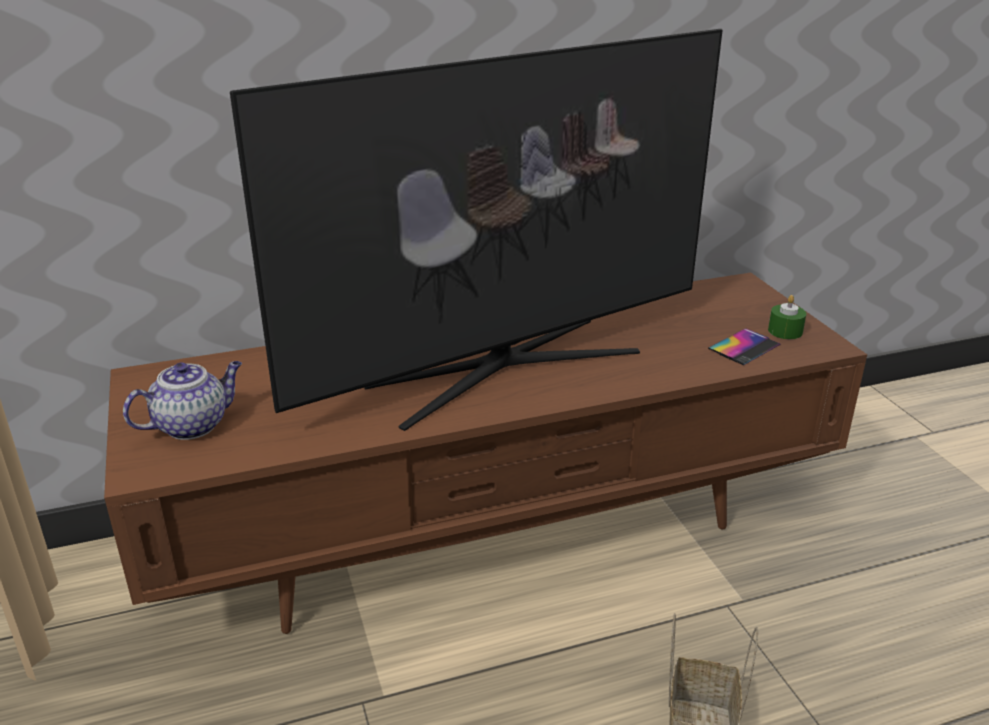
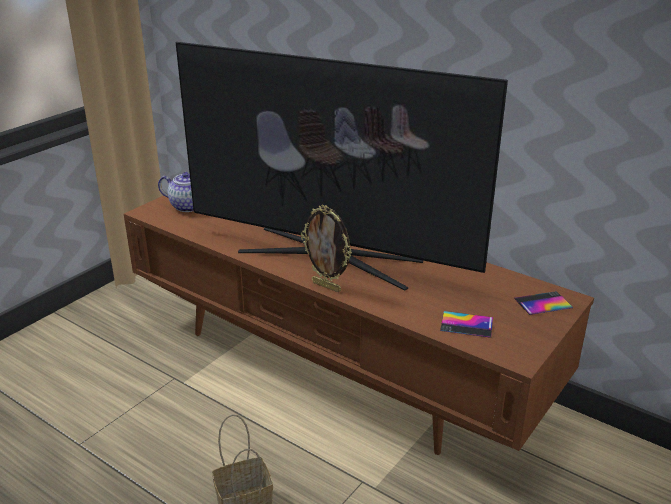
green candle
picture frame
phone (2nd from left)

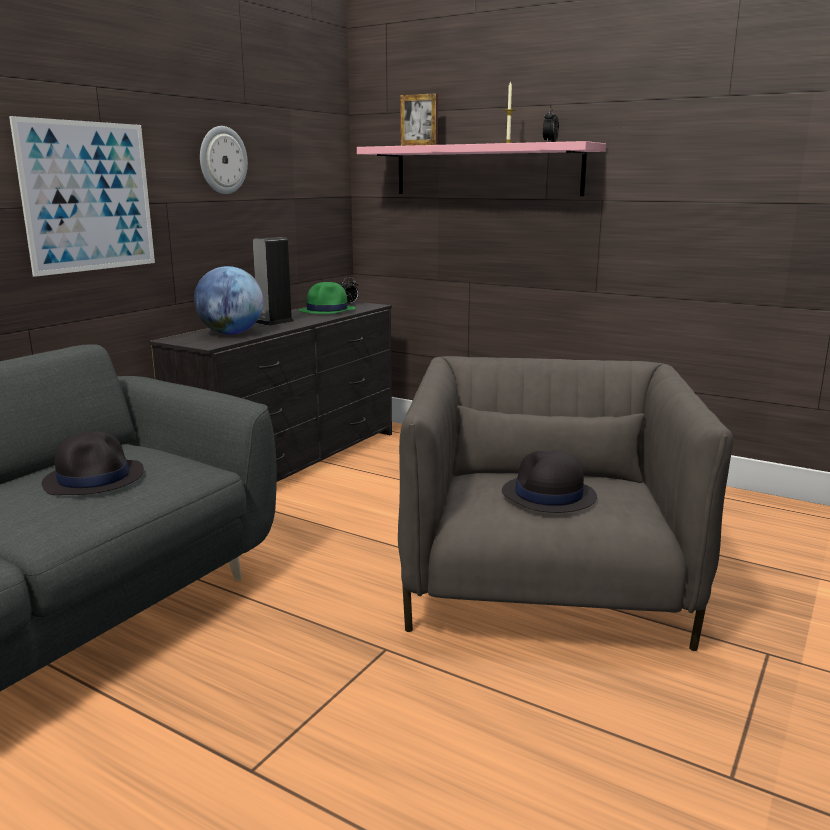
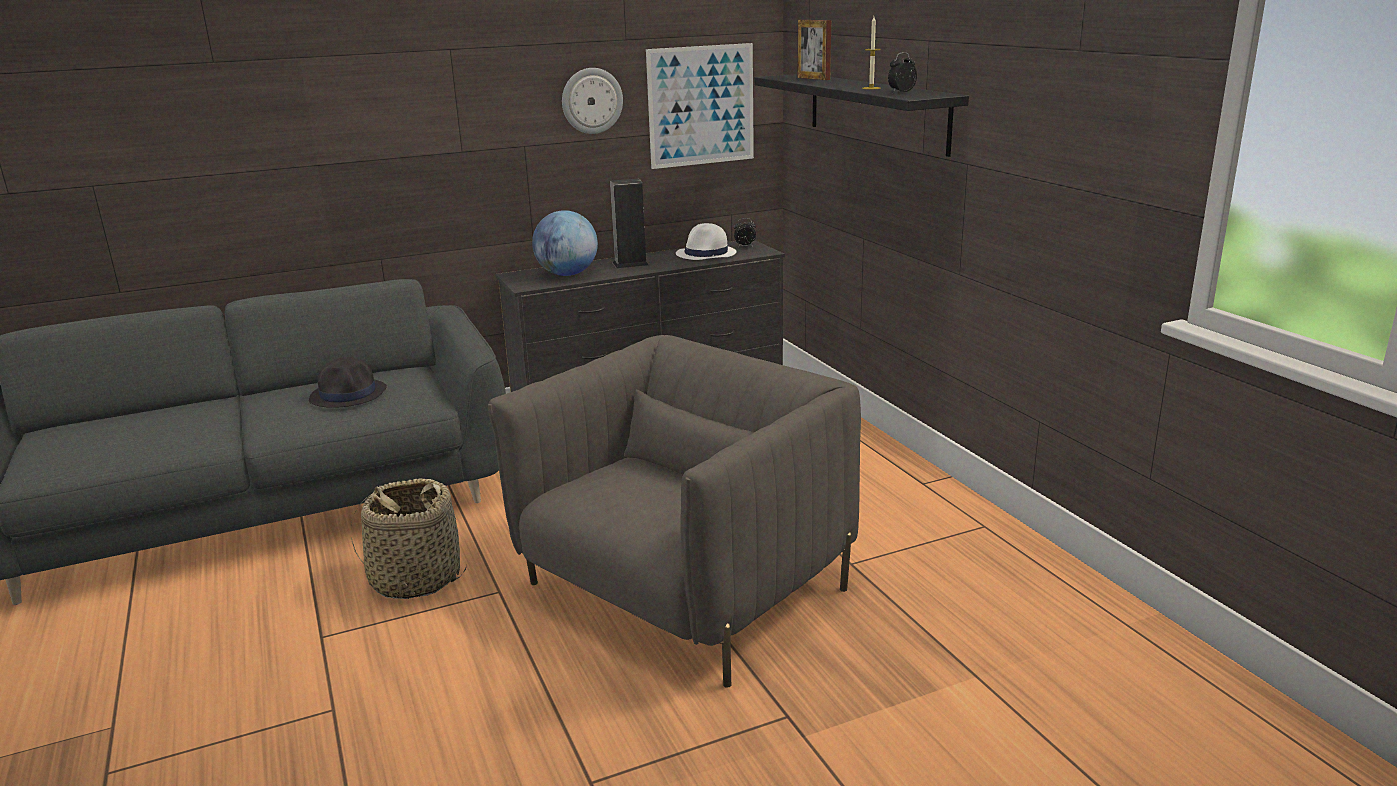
picture
white hat
black shelf
black hat (2nd from left in the first image)
basket

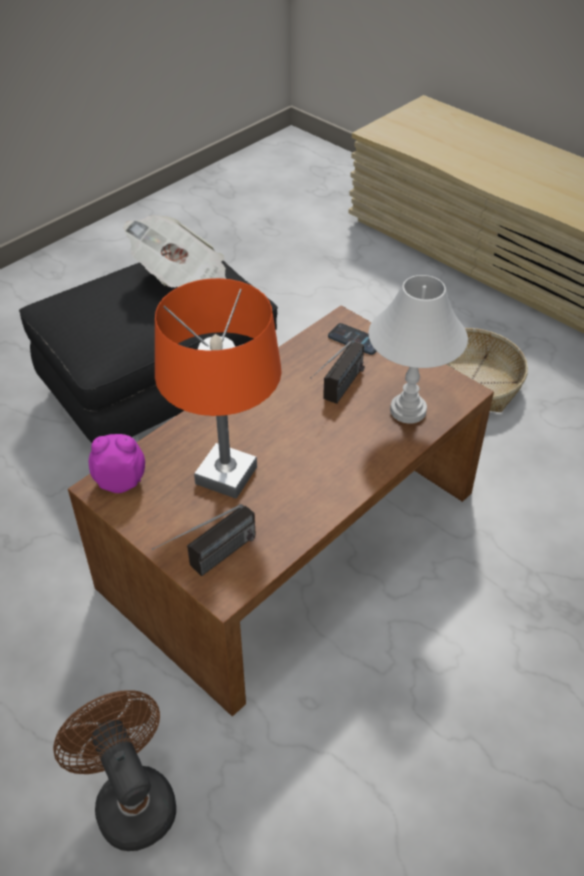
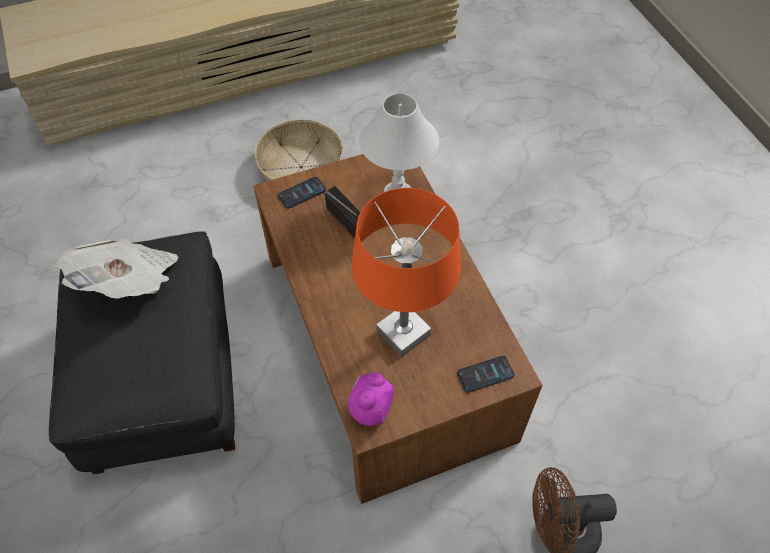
phone (2nd from left)

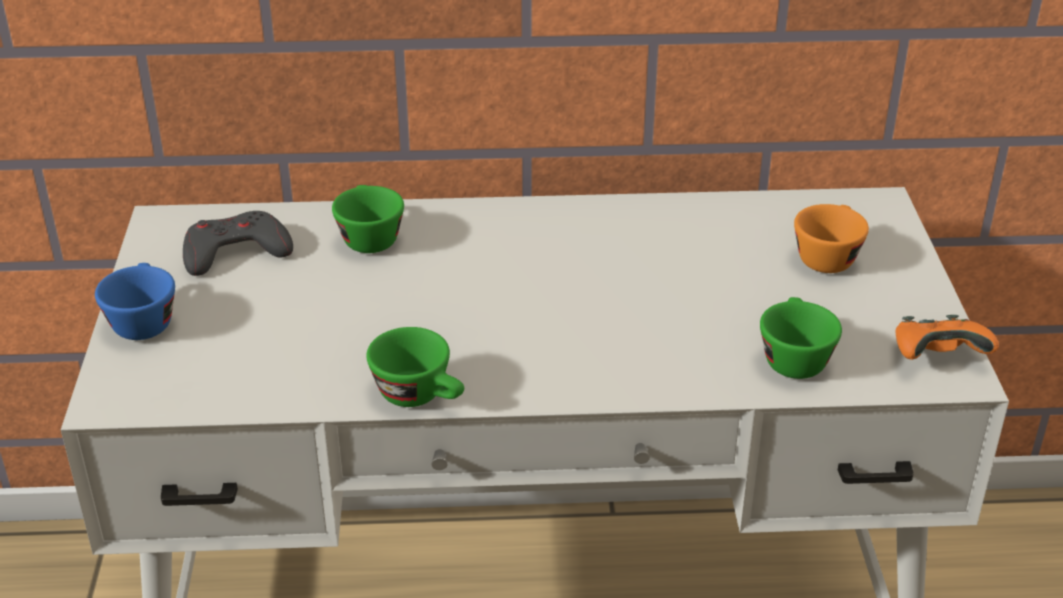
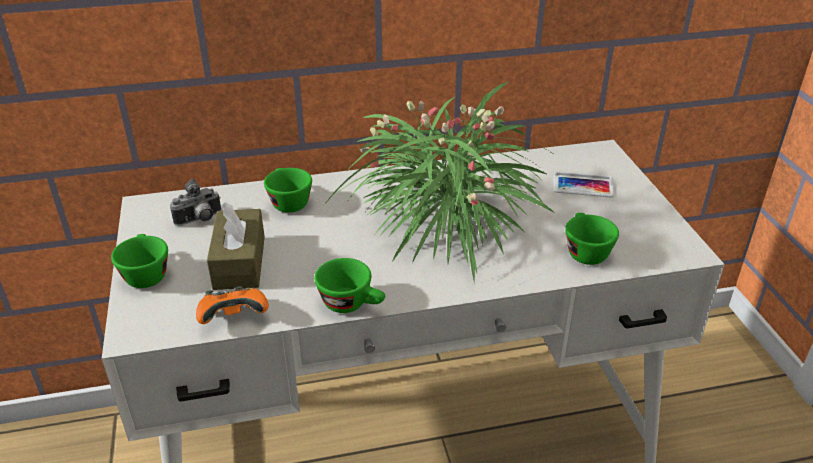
green cup (1st from left)
photo camera
phone
orange game controller
brown tissue box
potted plant

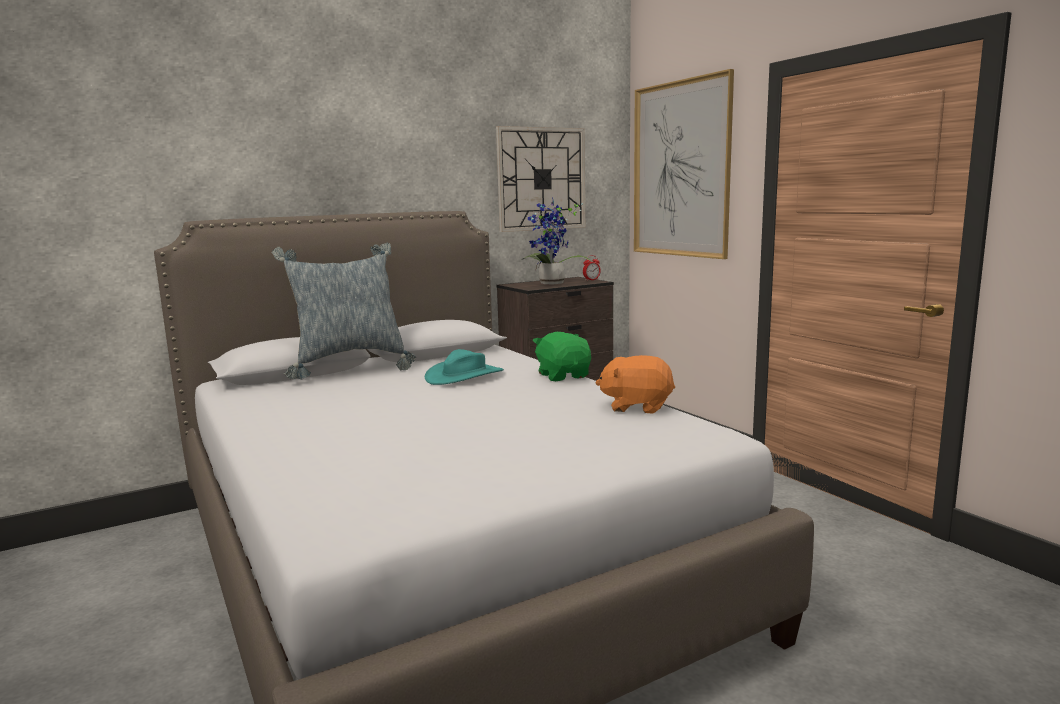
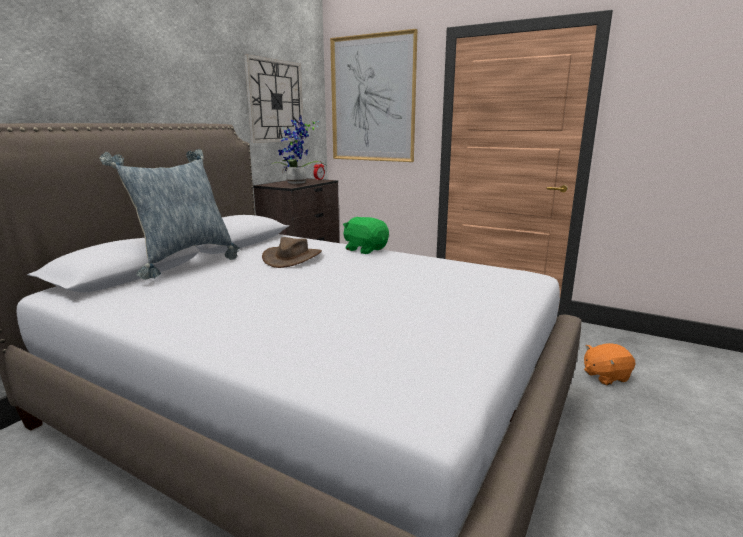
brown hat
orange plush toy

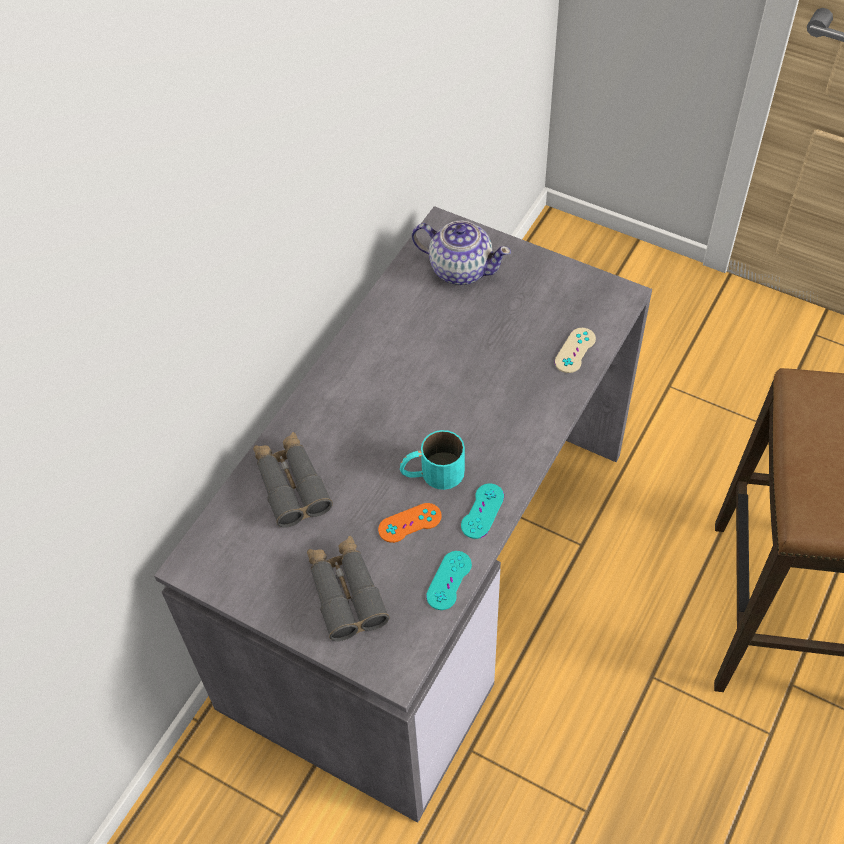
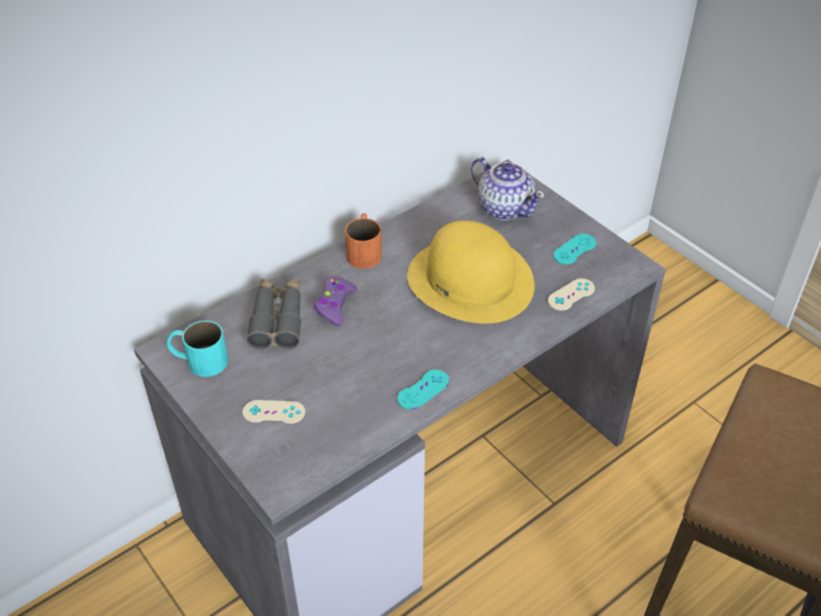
beige game controller (1st from left)
orange game controller
turquoise mug
turquoise game controller (2nd from left)
purple game controller
orange mug
yellow hat

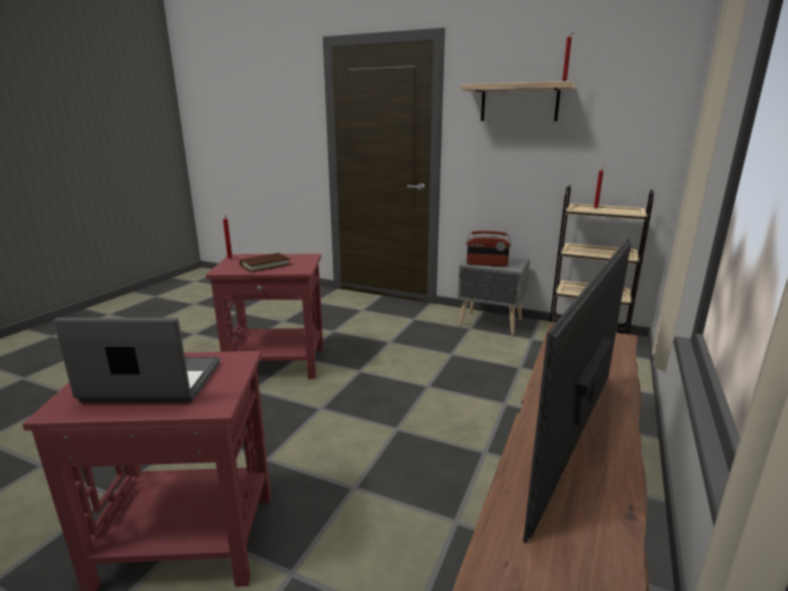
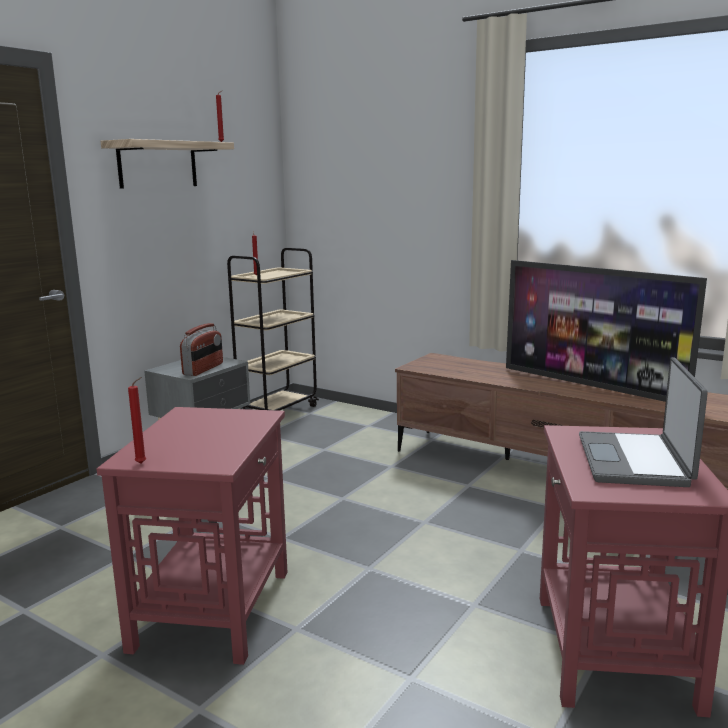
brown book

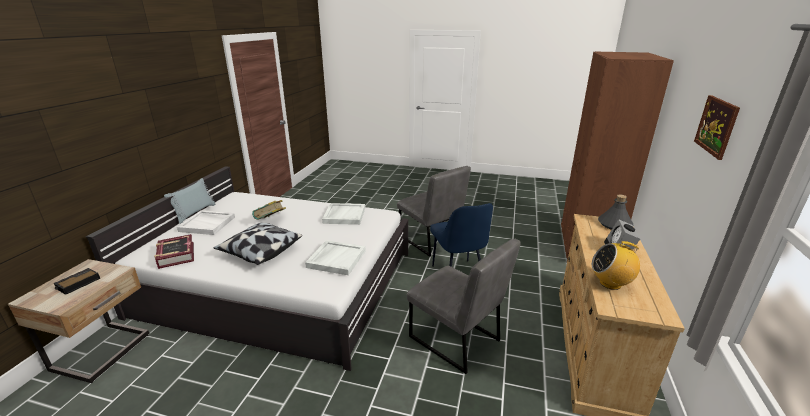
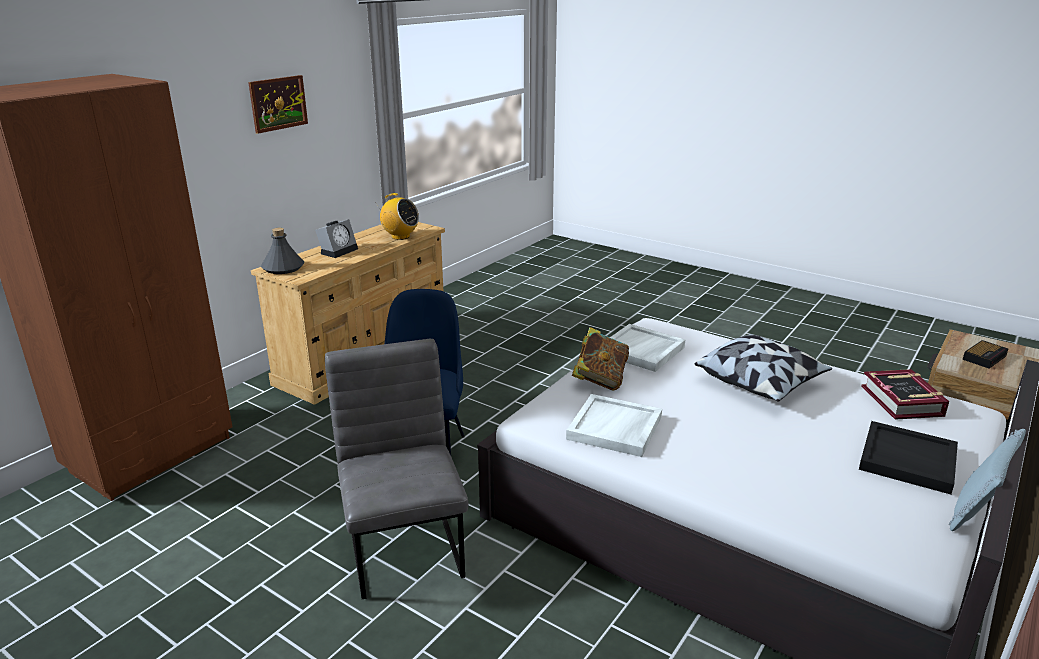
black tray
book (1st from left)
grey chair (2nd from left in the first image)

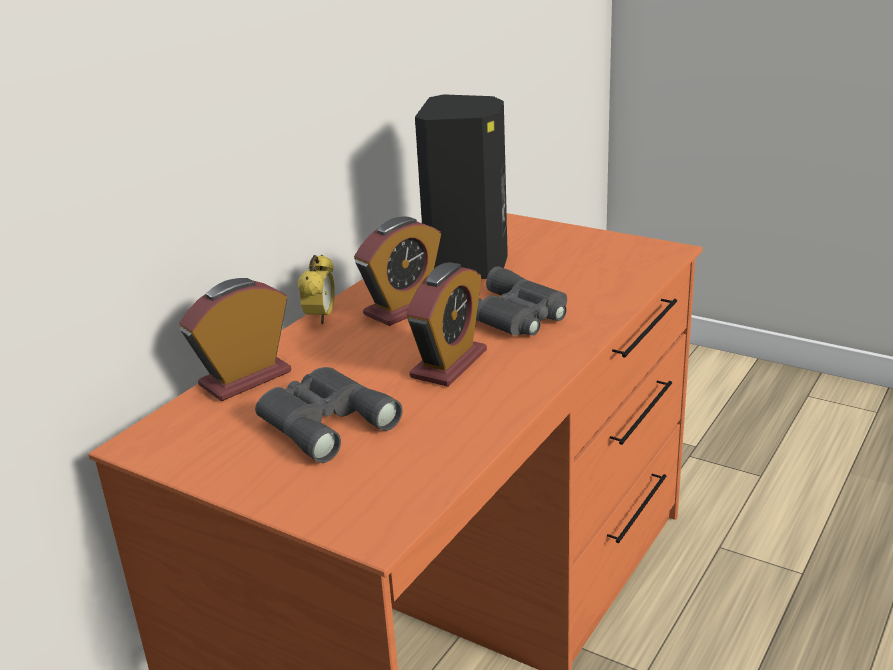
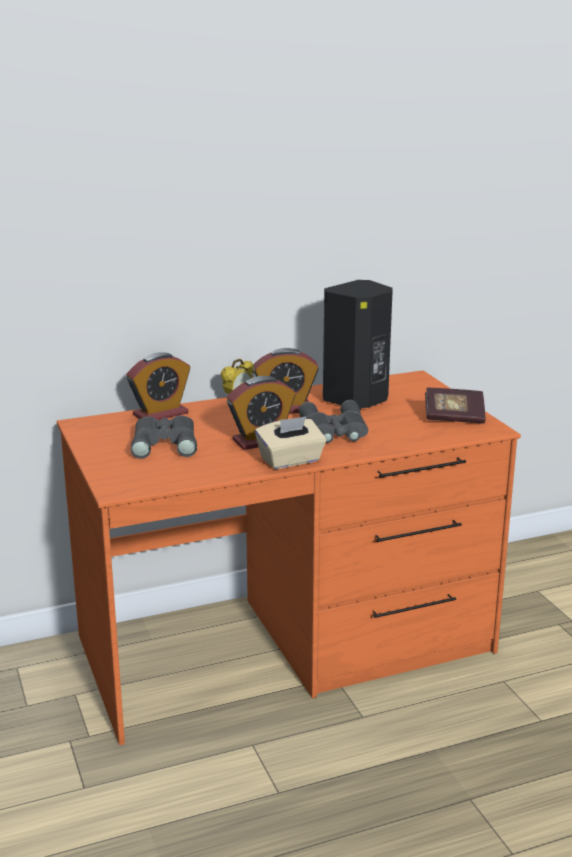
alarm clock (1st from left)
beige tissue box
book

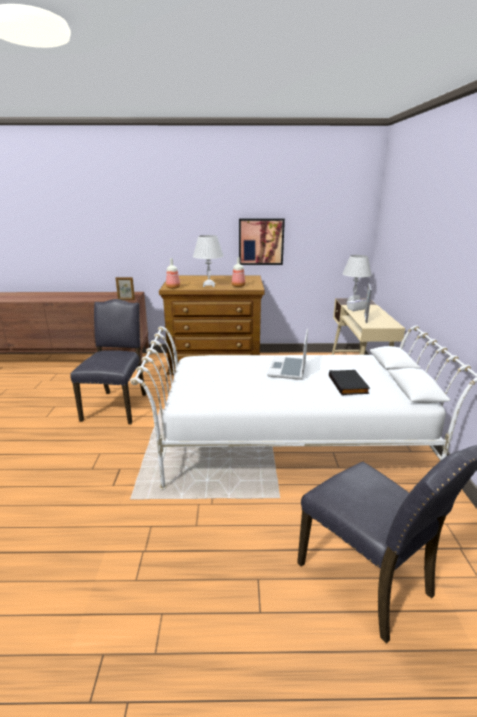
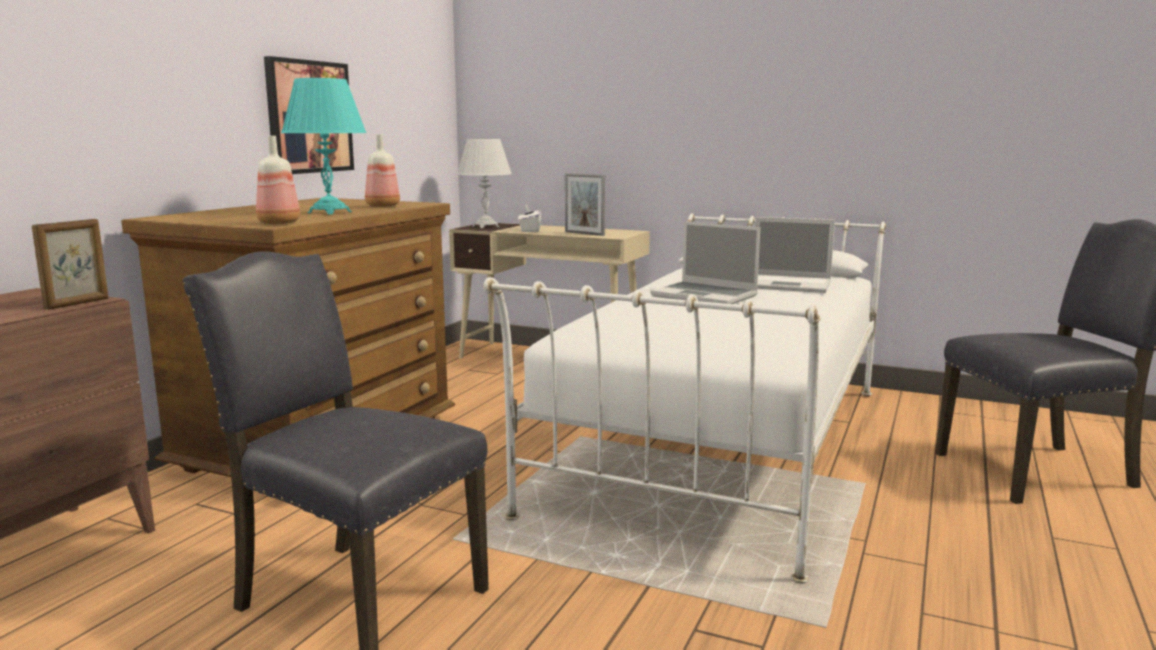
turquoise table lamp
laptop (2nd from left)

